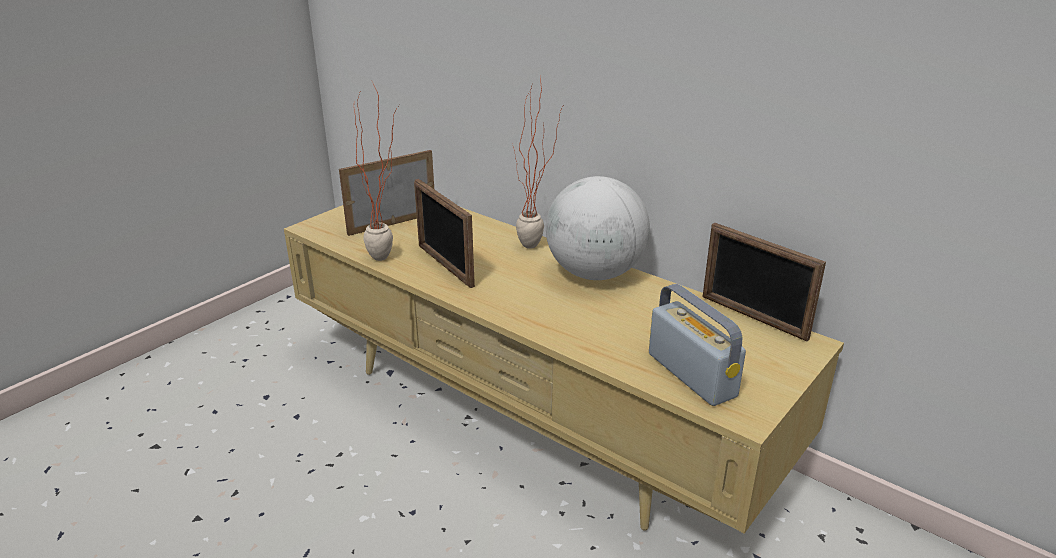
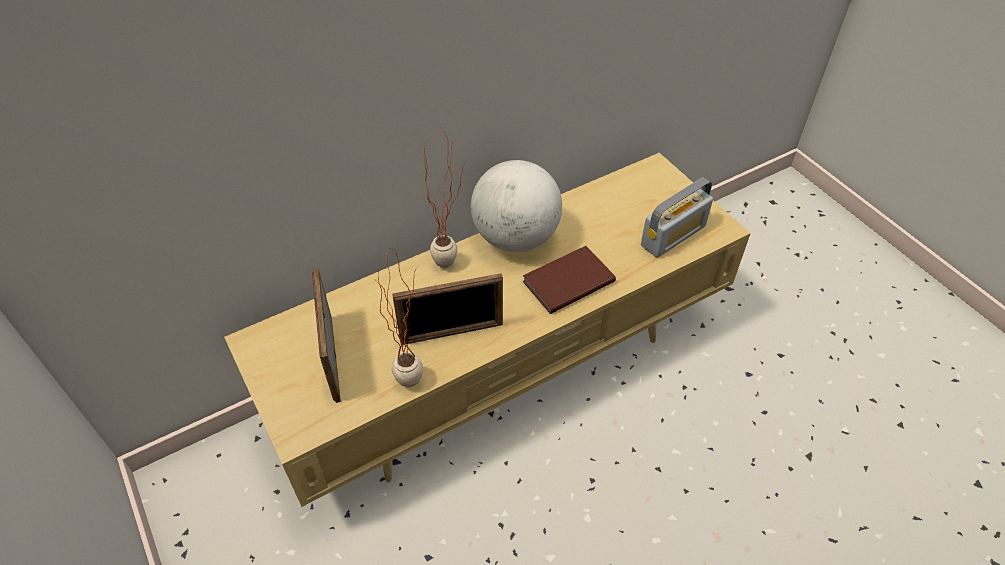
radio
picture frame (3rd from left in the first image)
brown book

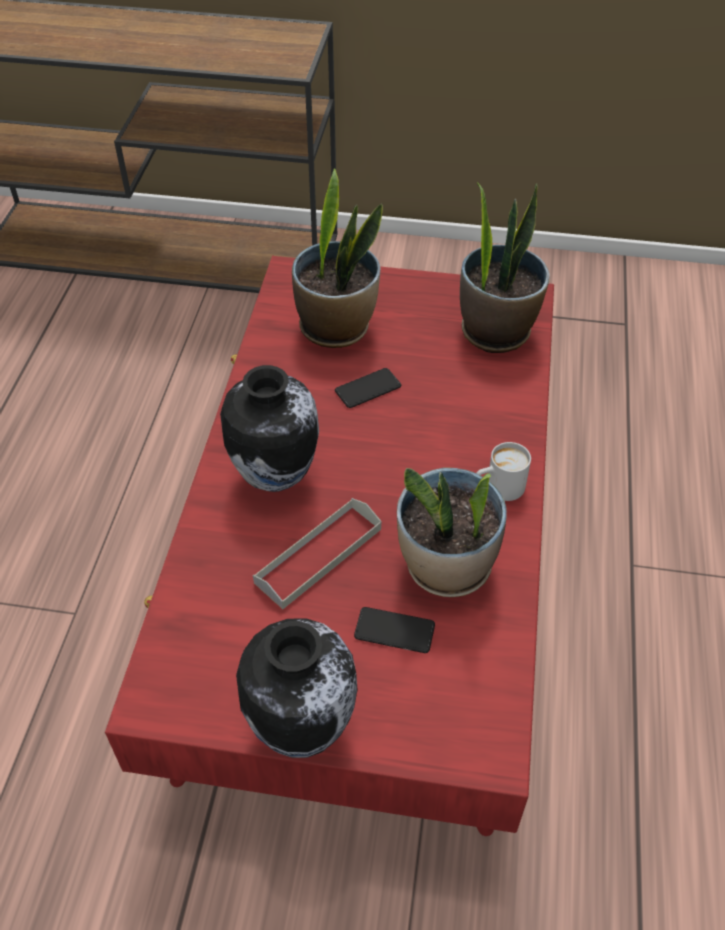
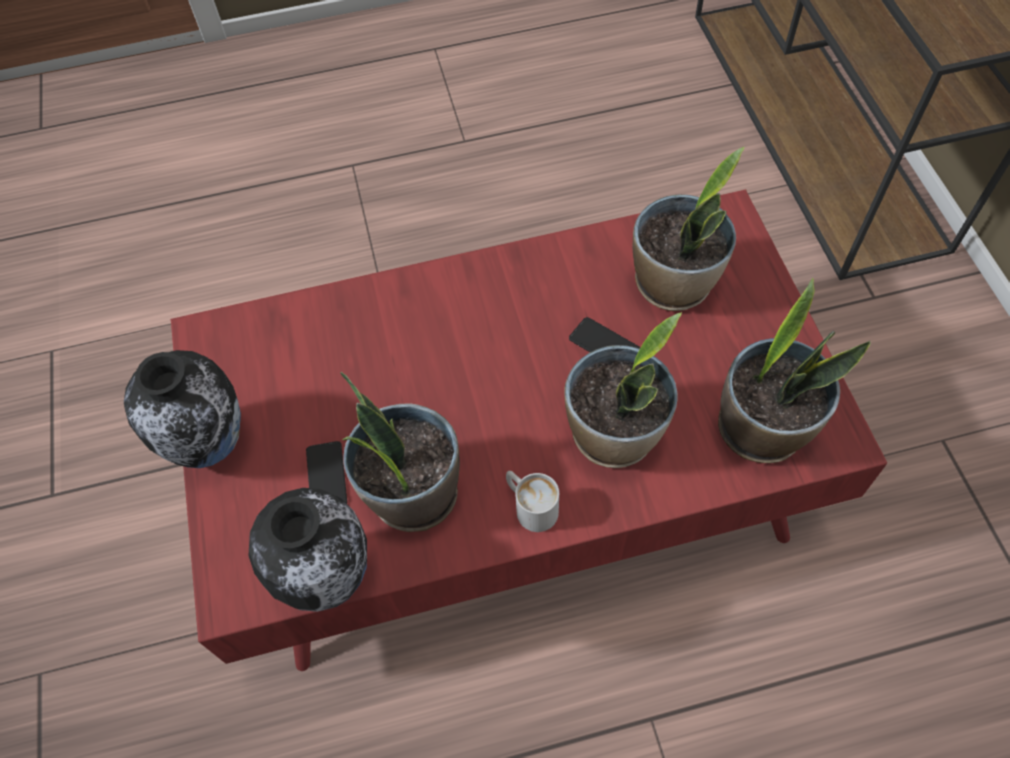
vase (2nd from left)
grey tray
potted plant (2nd from left)

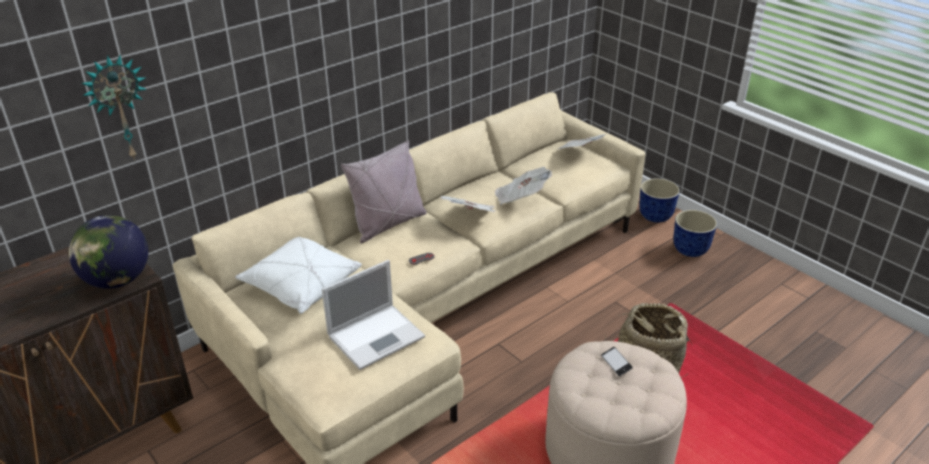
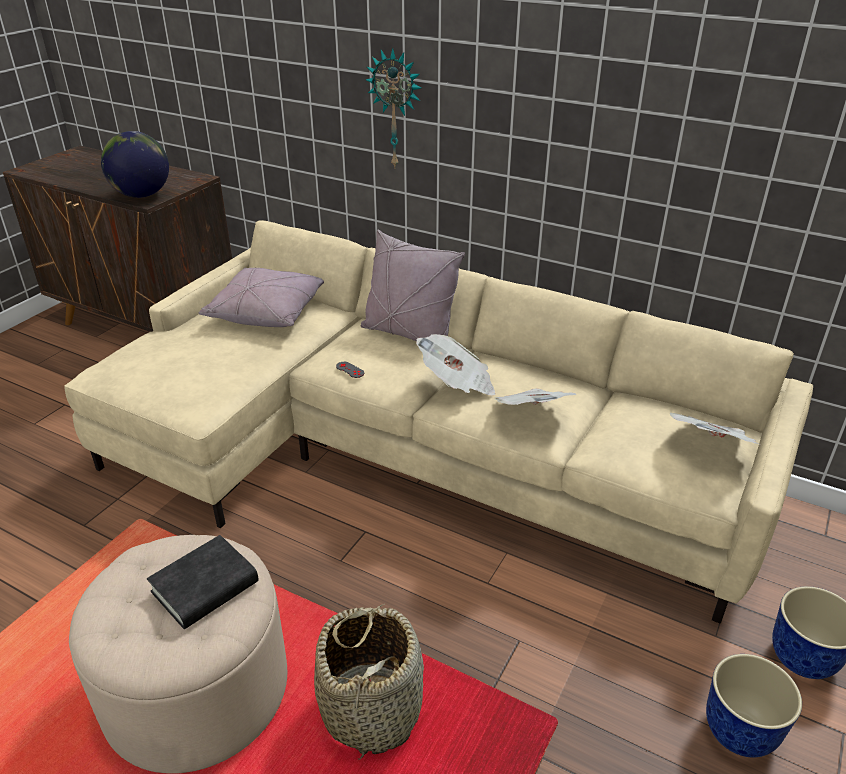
wall clock
purple pillow (1st from left)
laptop
black book

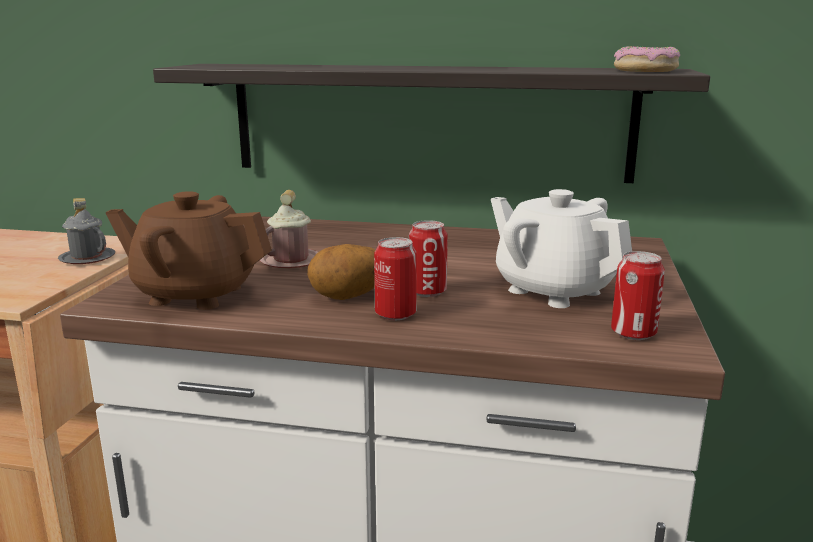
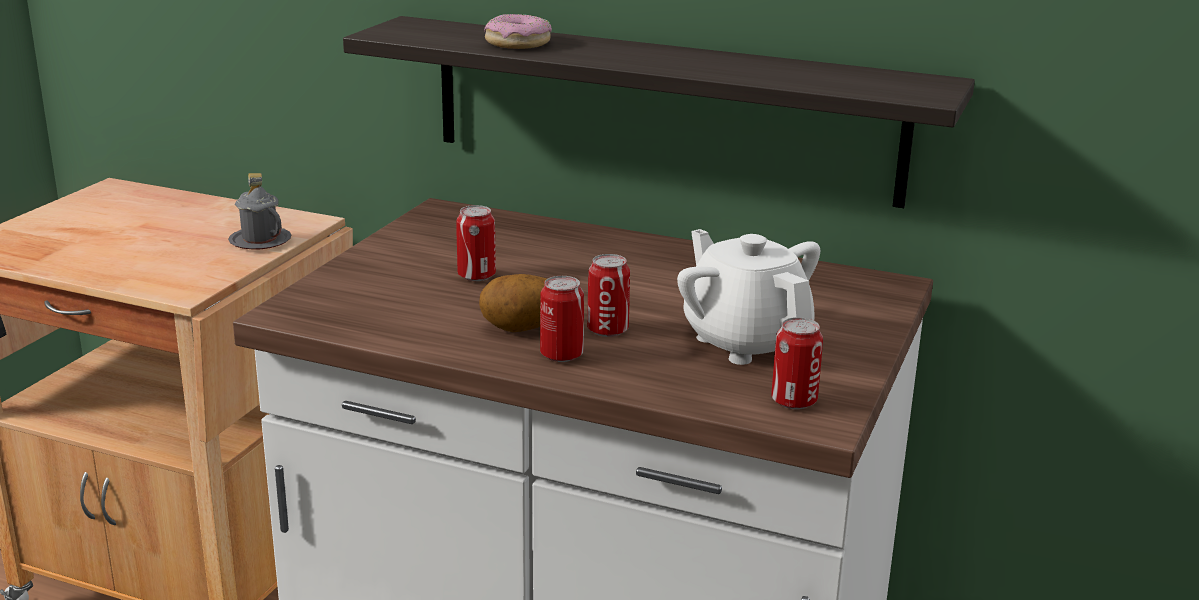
brown teapot
can (1st from left)
donut

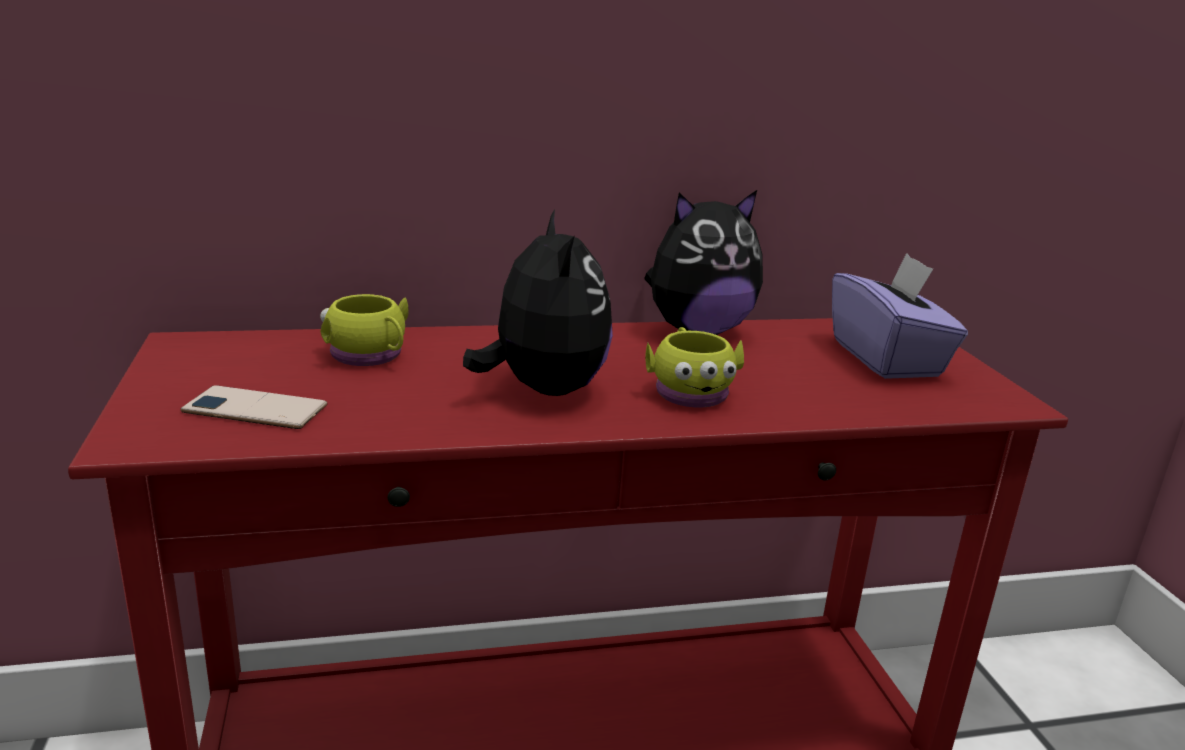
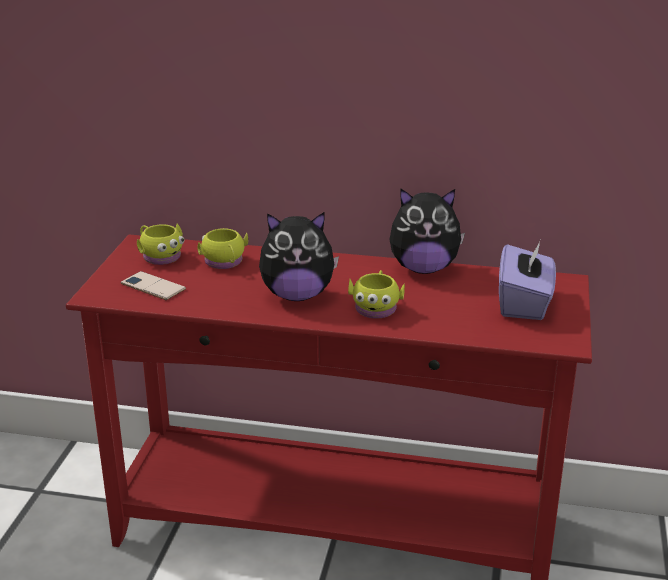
plush toy (1st from left)
yellow mug (1st from left)

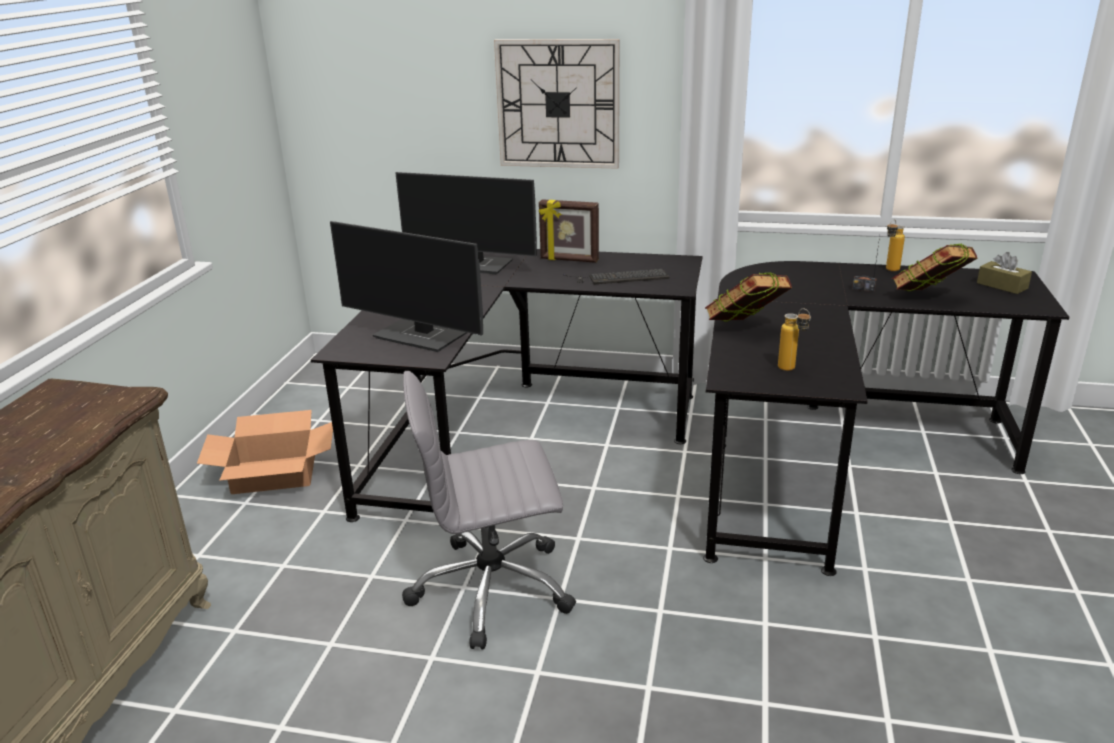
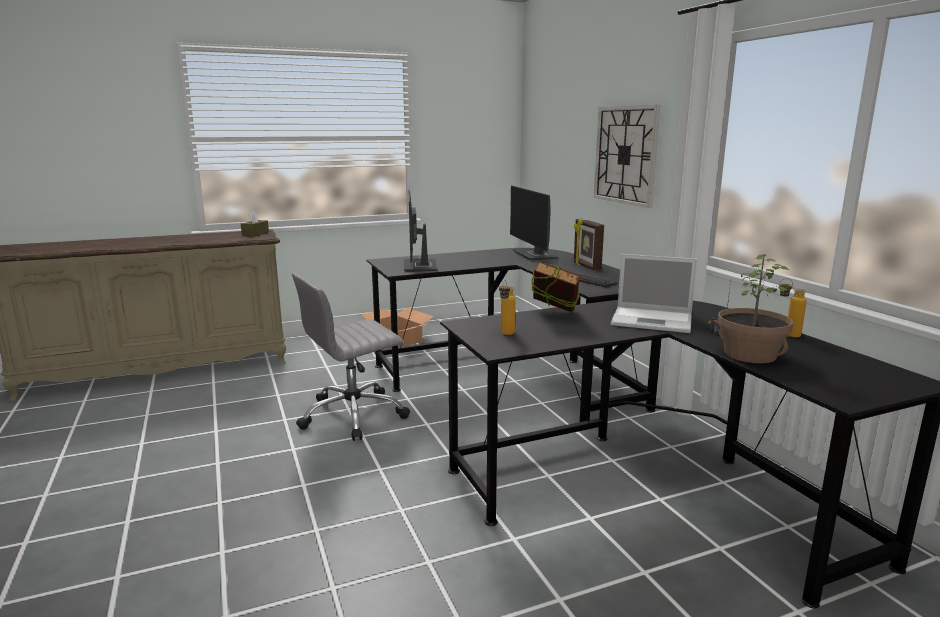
grey office chair
potted plant
brown tissue box
laptop

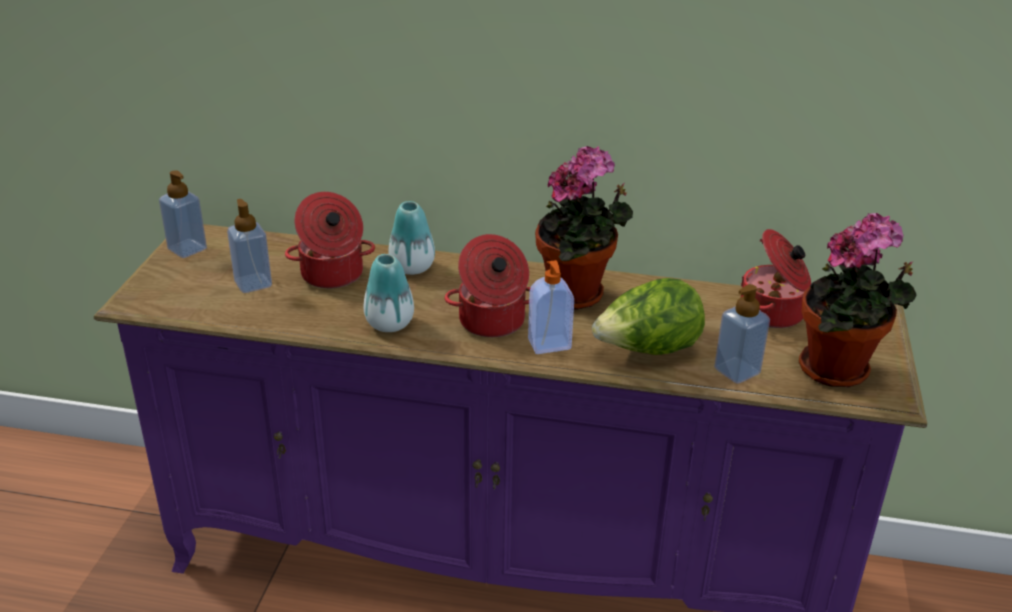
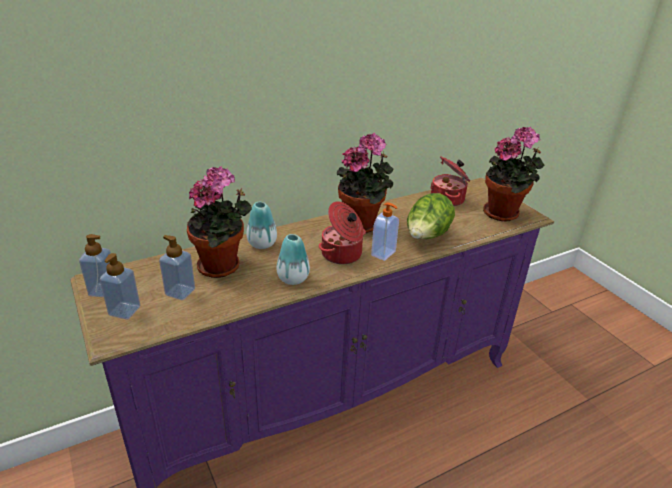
potted plant (1st from left)
soap dispenser (2nd from left)

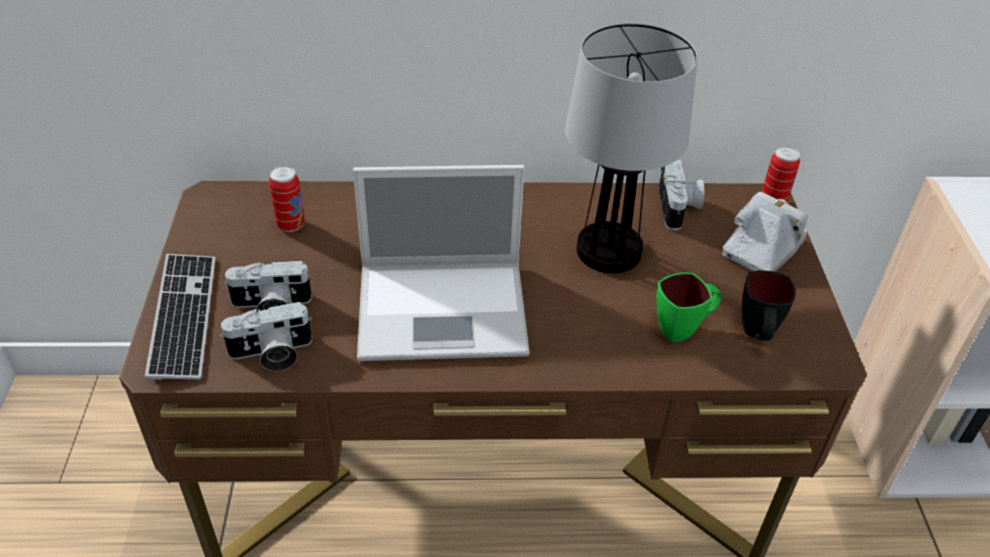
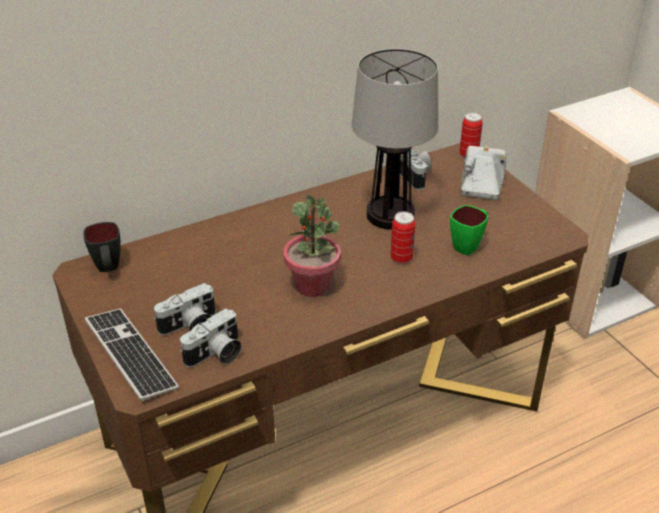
can (1st from left)
potted plant
black mug

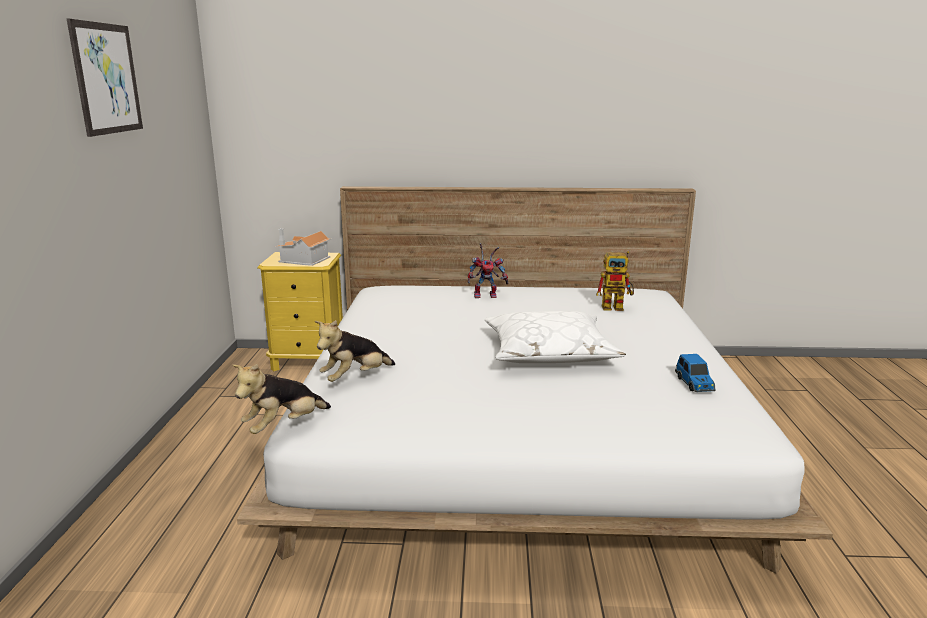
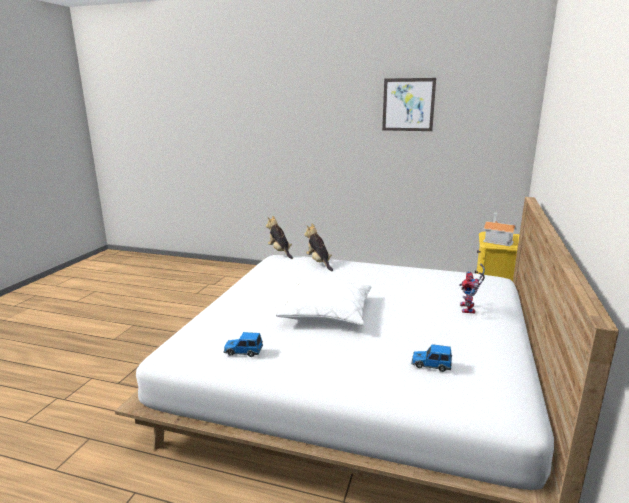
toy car (2nd from left)

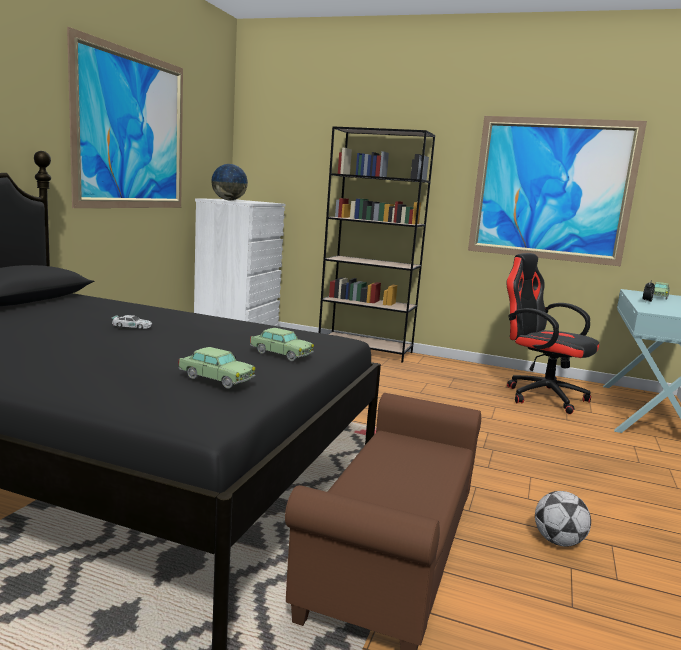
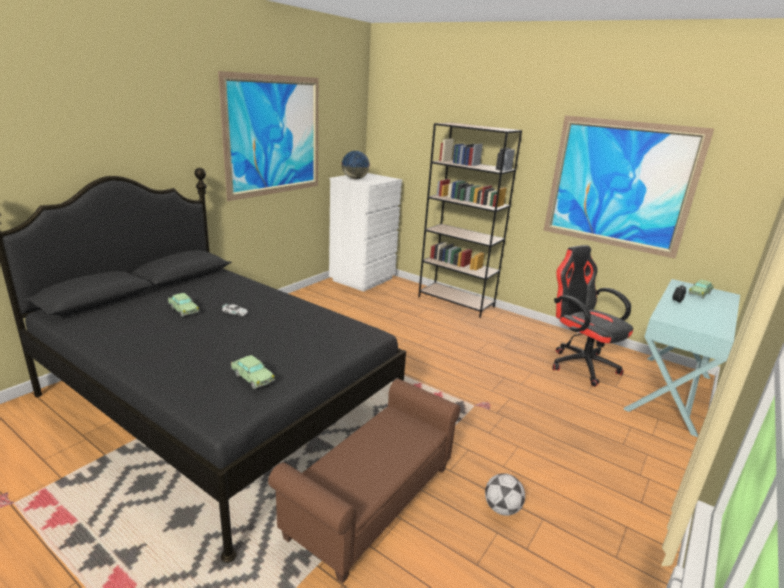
toy car (1st from left)

